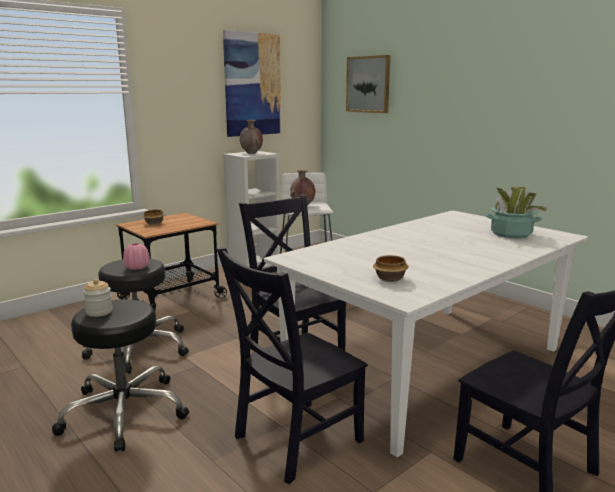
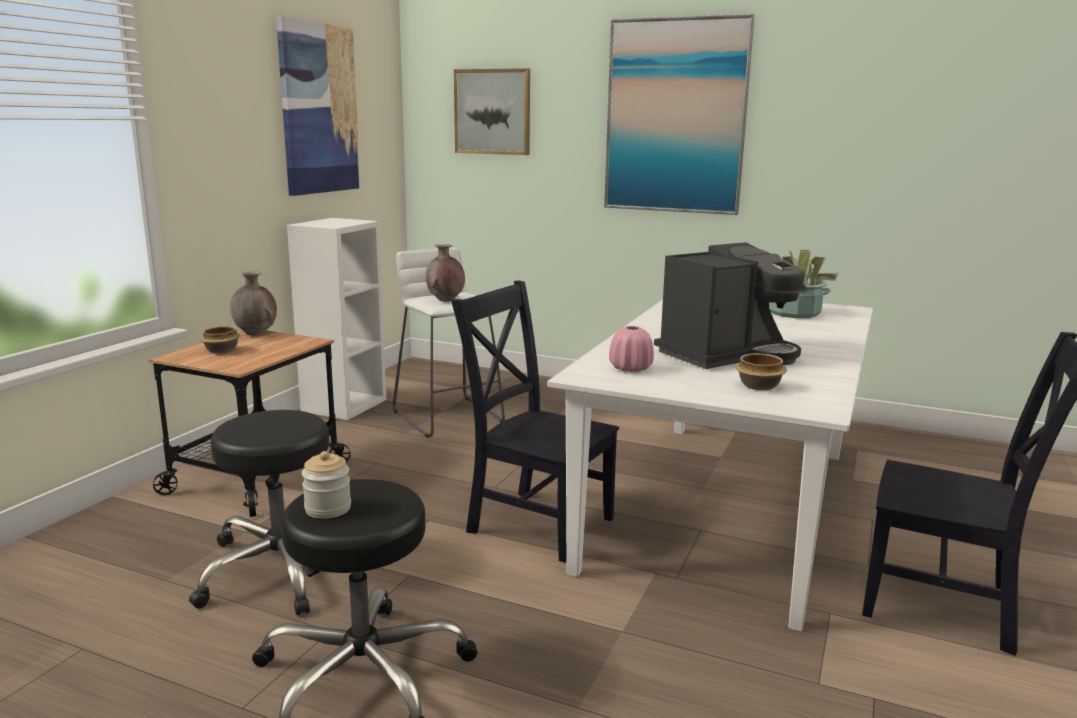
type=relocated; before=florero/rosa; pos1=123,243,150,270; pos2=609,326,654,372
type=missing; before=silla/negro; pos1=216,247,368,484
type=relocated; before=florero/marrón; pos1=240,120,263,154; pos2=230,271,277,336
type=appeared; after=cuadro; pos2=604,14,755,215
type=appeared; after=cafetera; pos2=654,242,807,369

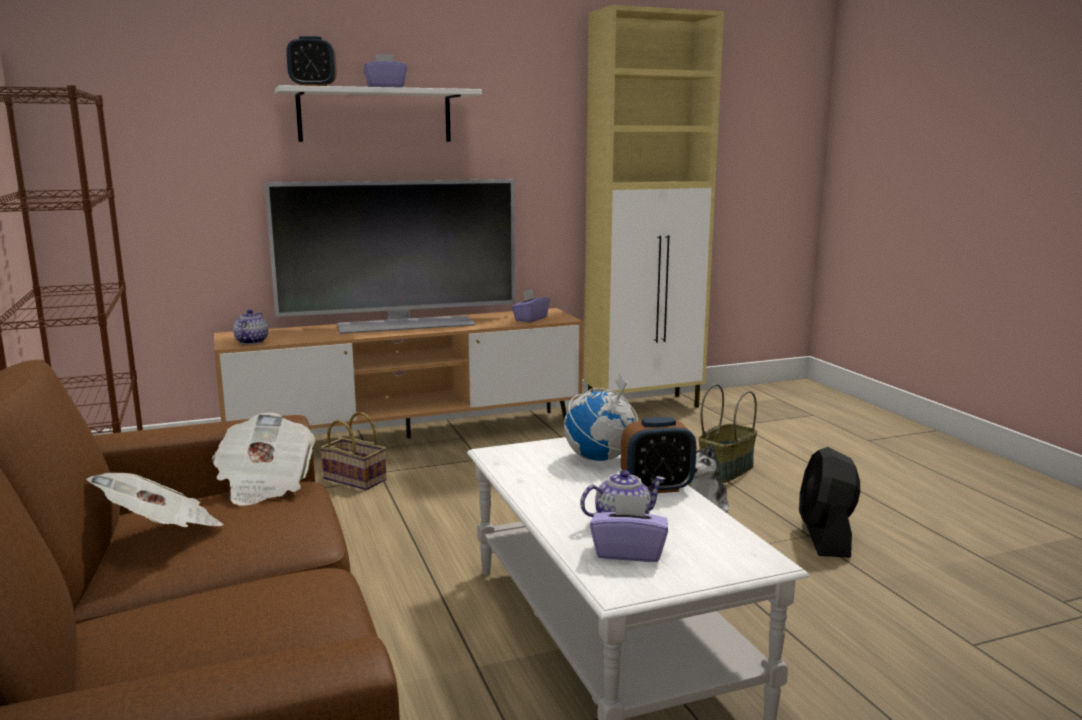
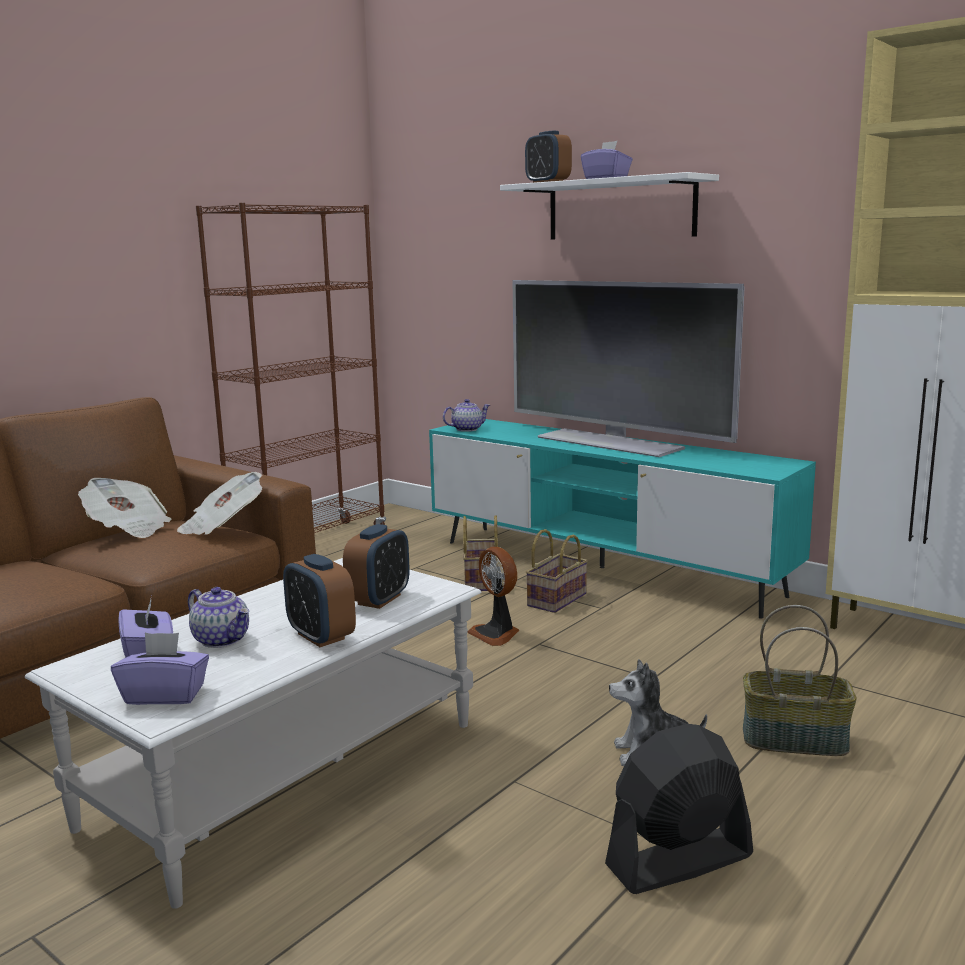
type=colour; before=mueble de televisión/marrón; after=mueble de televisión/turquesa; pos1=214,308,583,439; pos2=429,419,816,619
type=relocated; before=caja de pañuelos/morado; pos1=511,289,550,322; pos2=111,632,209,705
type=exchanged; before=globo terráqueo; after=despertador; pos1=564,373,638,461; pos2=343,524,410,609
type=appeared; after=ventilador; pos2=467,547,519,646
type=appeared; after=cesta; pos2=526,529,588,613

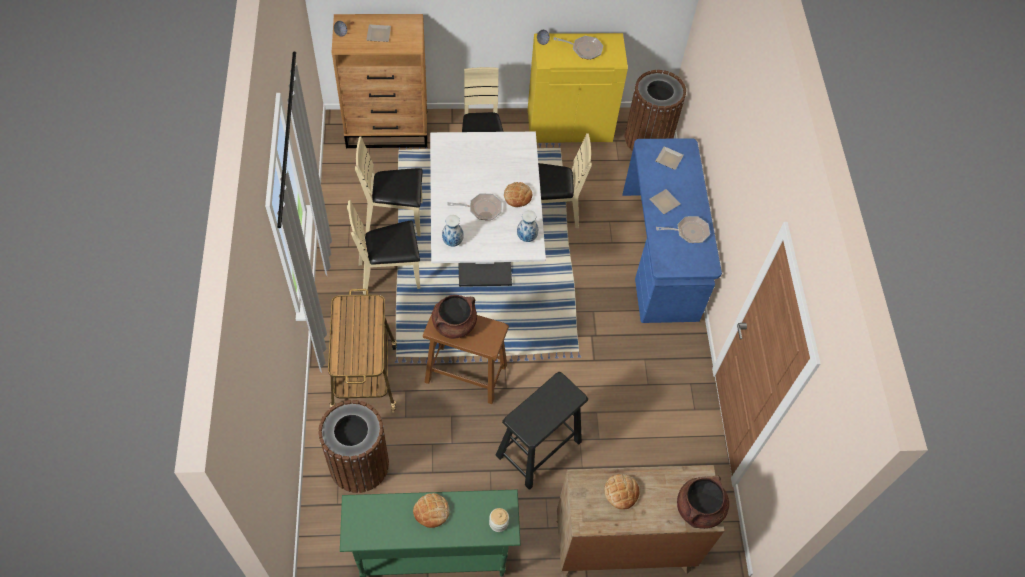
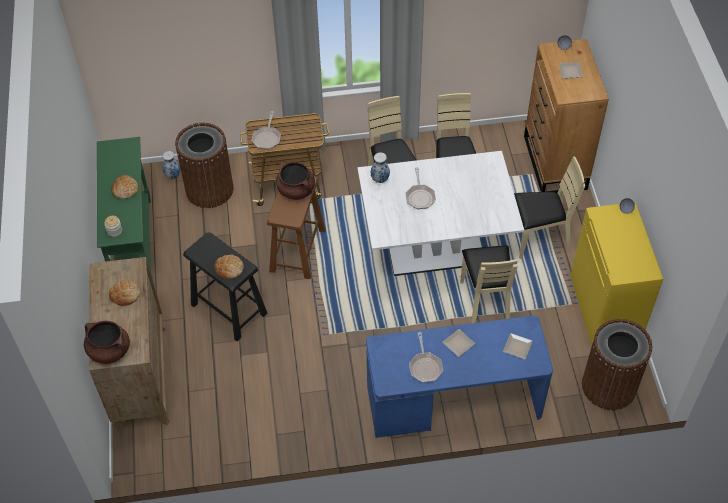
type=relocated; before=pan; pos1=504,182,532,207; pos2=214,254,244,279
type=relocated; before=florero; pos1=517,210,538,242; pos2=163,151,180,179
type=relocated; before=sartén; pos1=553,36,603,60; pos2=251,111,281,150

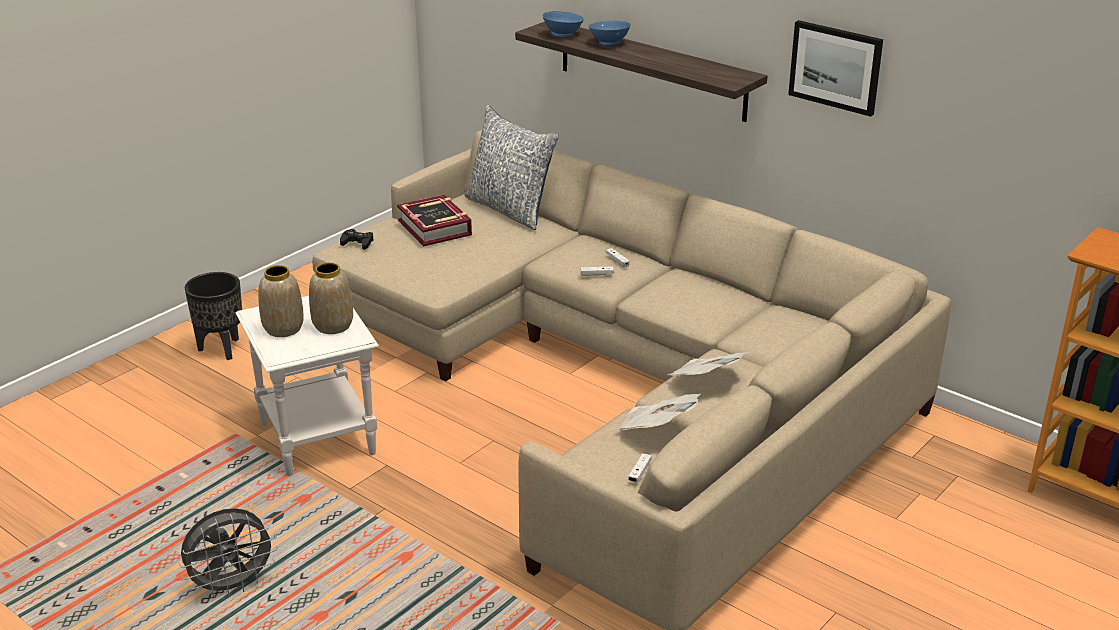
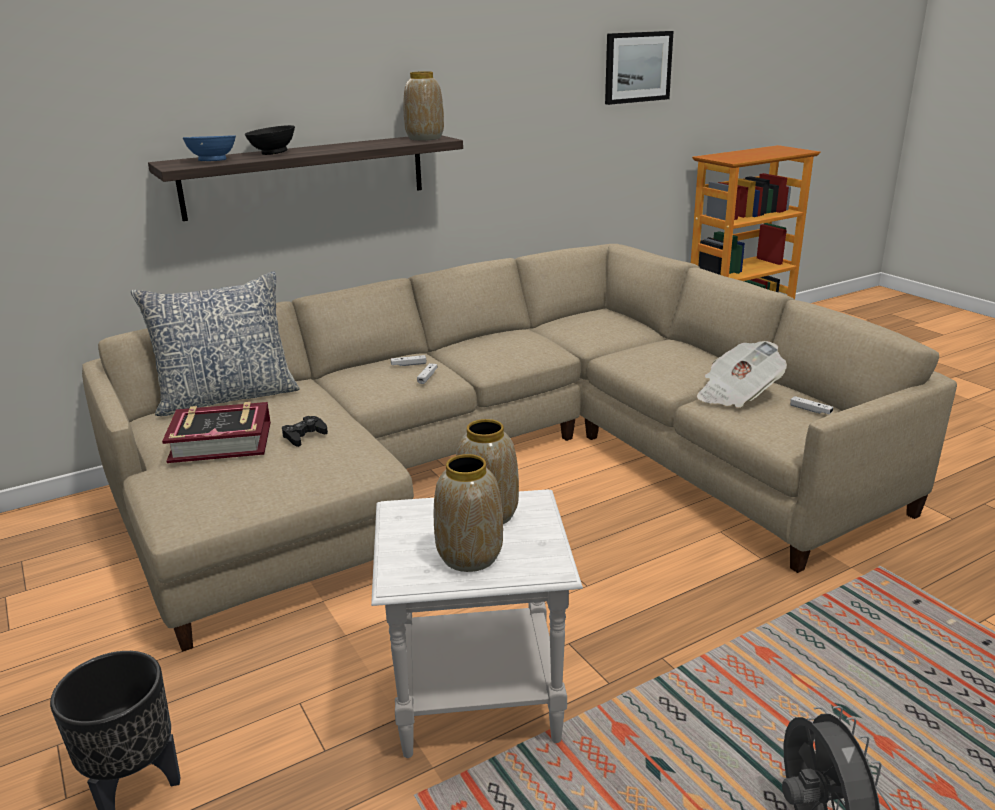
type=relocated; before=mando de consola/negro; pos1=340,229,373,250; pos2=282,416,328,447
type=colour; before=cuenco/azul; after=cuenco/negro; pos1=589,20,631,46; pos2=245,125,295,155
type=missing; before=periódico; pos1=668,352,749,376
type=relocated; before=cuadro; pos1=788,20,883,117; pos2=605,31,674,105
type=appeared; after=florero; pos2=404,71,444,141

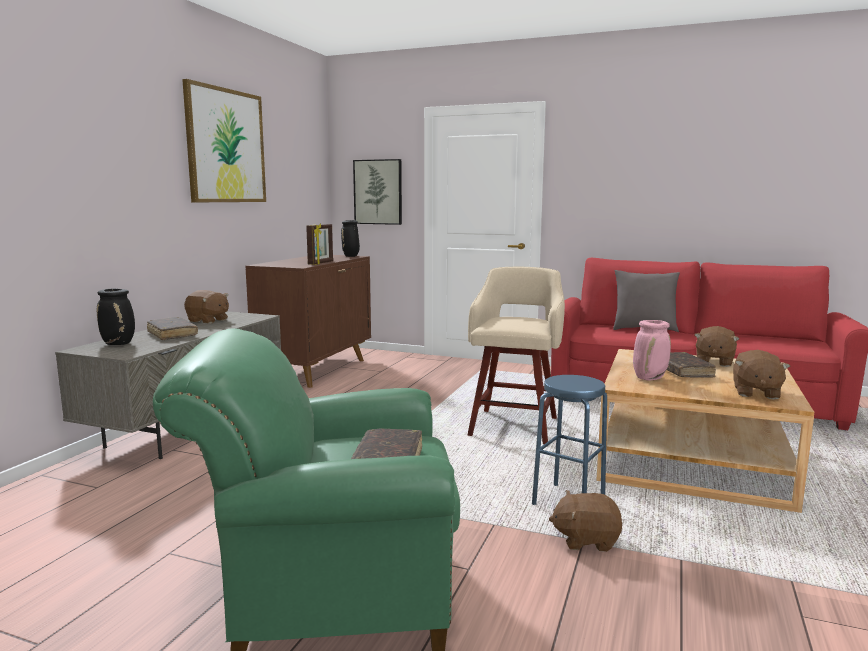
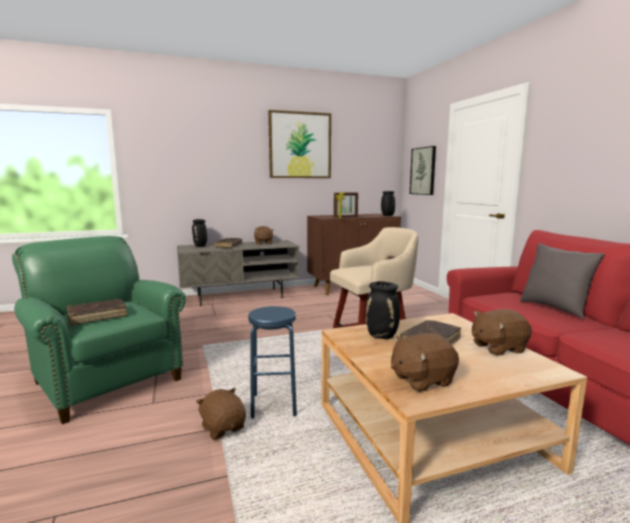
type=colour; before=florero/rosa; after=florero/negro; pos1=633,320,671,380; pos2=366,281,400,339

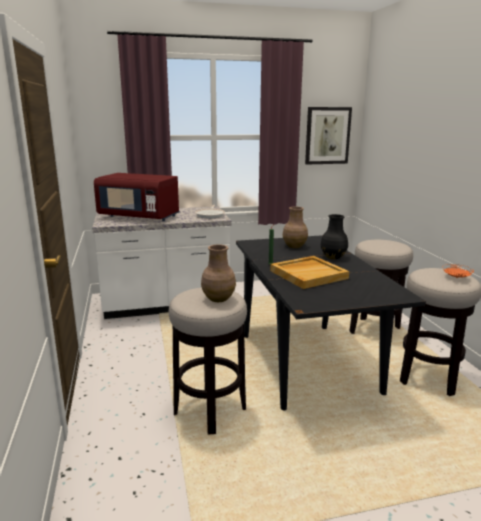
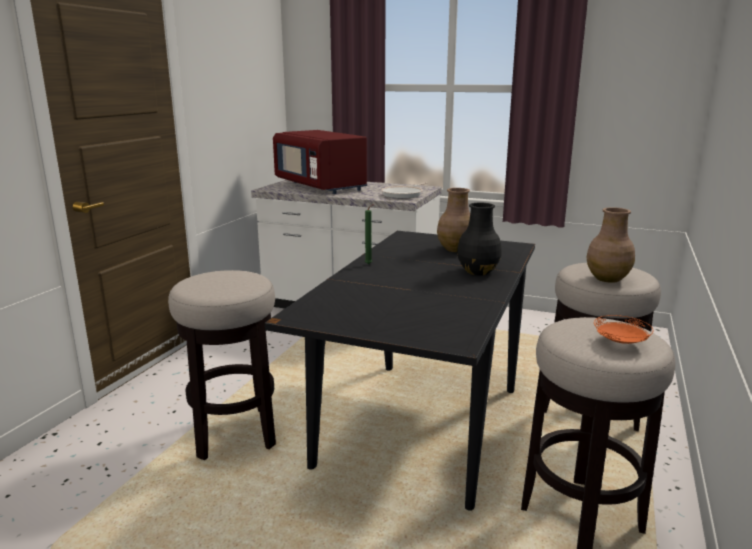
type=relocated; before=florero/marrón; pos1=201,244,236,302; pos2=587,207,635,283
type=missing; before=bandeja/beis; pos1=270,256,349,289
type=missing; before=cuadro; pos1=305,107,352,165

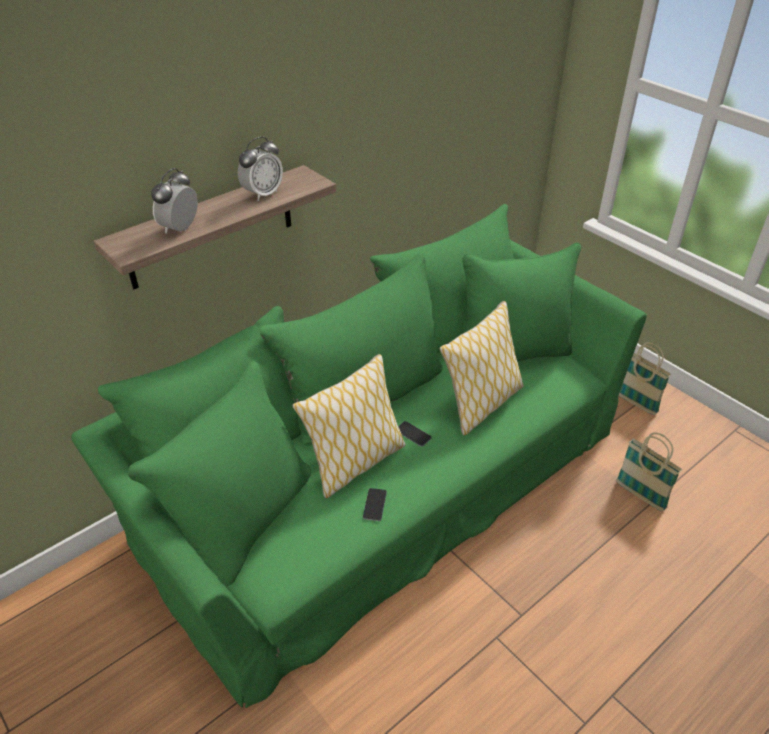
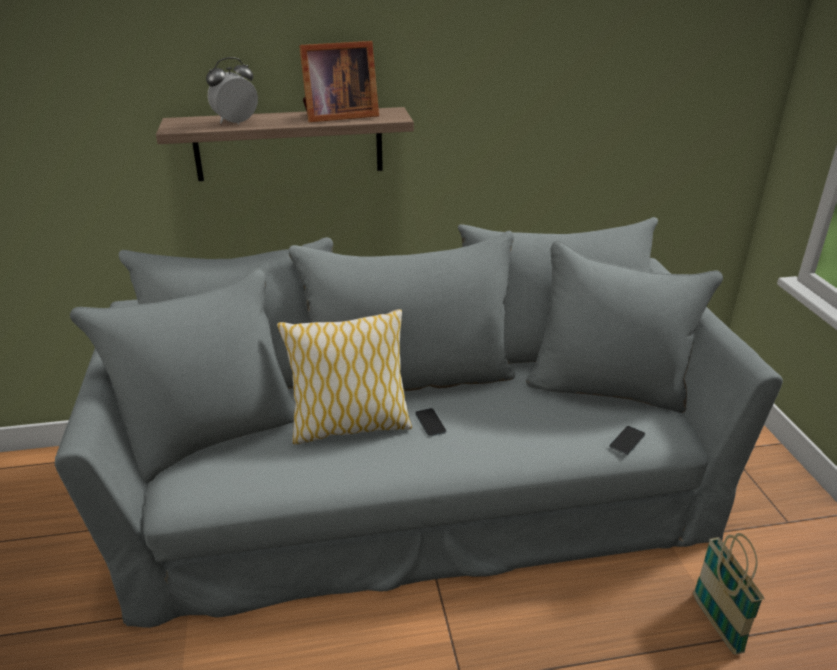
type=colour; before=sofá/verde; after=sofá/gris; pos1=71,204,647,708; pos2=55,217,783,628
type=exchanged; before=despertador; after=portarretratos; pos1=238,136,283,201; pos2=299,41,379,122
type=relocated; before=móvil; pos1=363,488,387,521; pos2=609,426,645,455
type=missing; before=cojín; pos1=440,301,524,435
type=missing; before=cesta; pos1=619,342,671,415

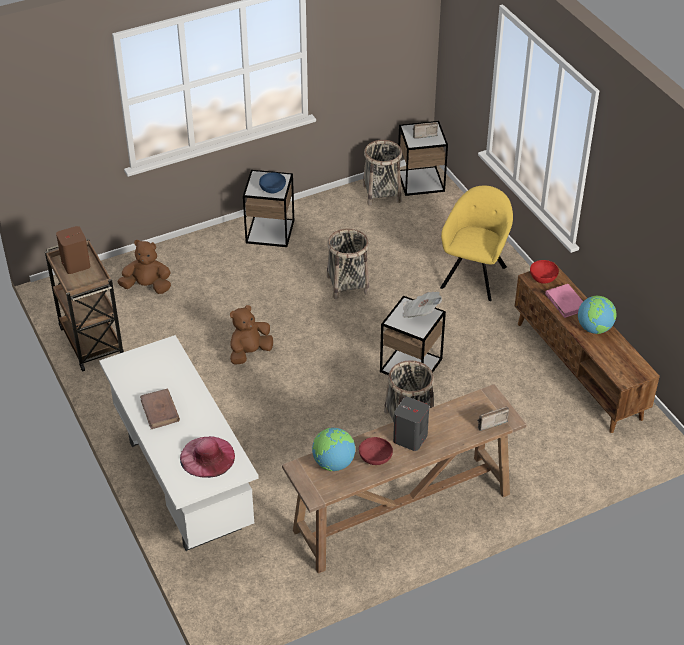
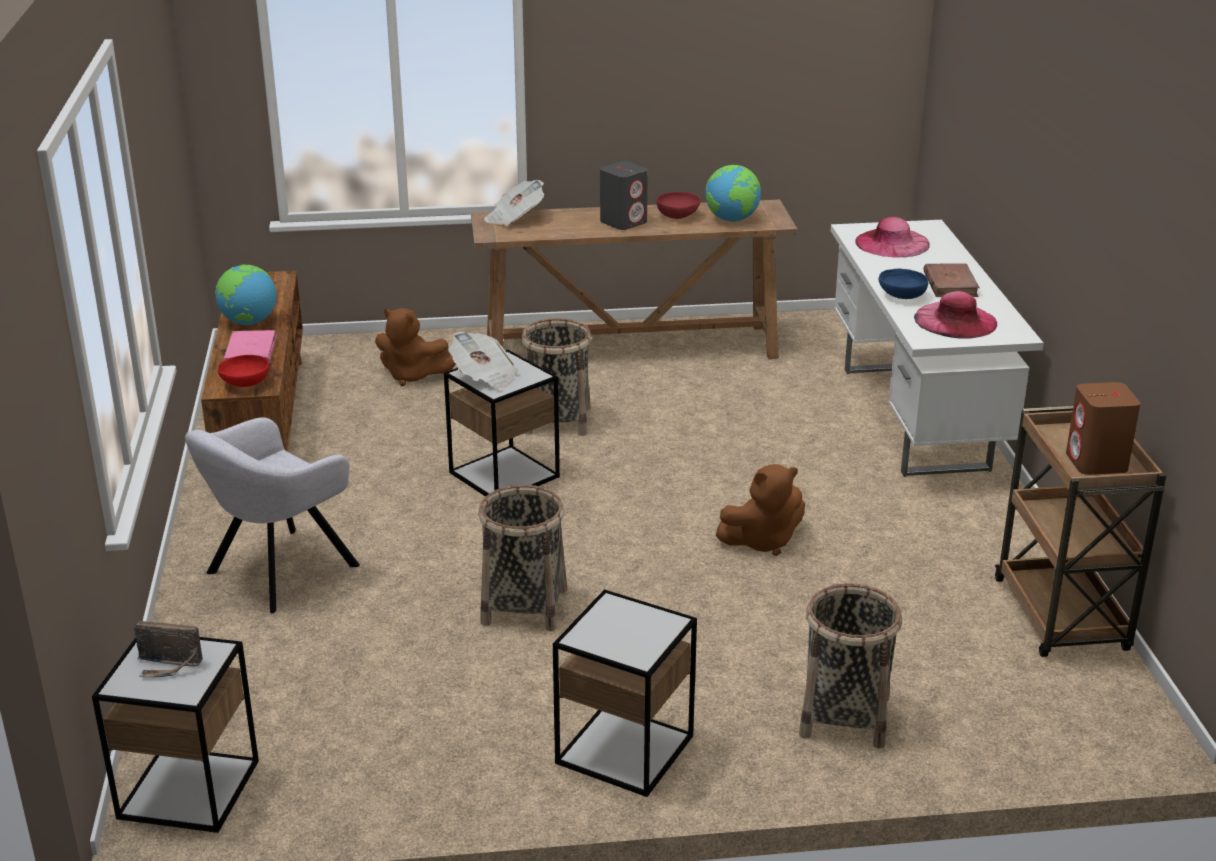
type=relocated; before=peluche/marrón; pos1=118,240,171,294; pos2=375,308,456,386
type=relocated; before=cuenco/azul; pos1=259,172,286,193; pos2=879,269,928,299
type=relocated; before=cesta; pos1=363,140,402,206; pos2=799,583,902,748
type=colour; before=sillón/amarillo; after=sillón/gris; pos1=440,186,513,301; pos2=185,417,360,613
type=exchanged; before=radio; after=periódico; pos1=477,407,509,431; pos2=484,180,544,226
type=appeared; after=sombrero/rosa; pos2=914,291,997,339

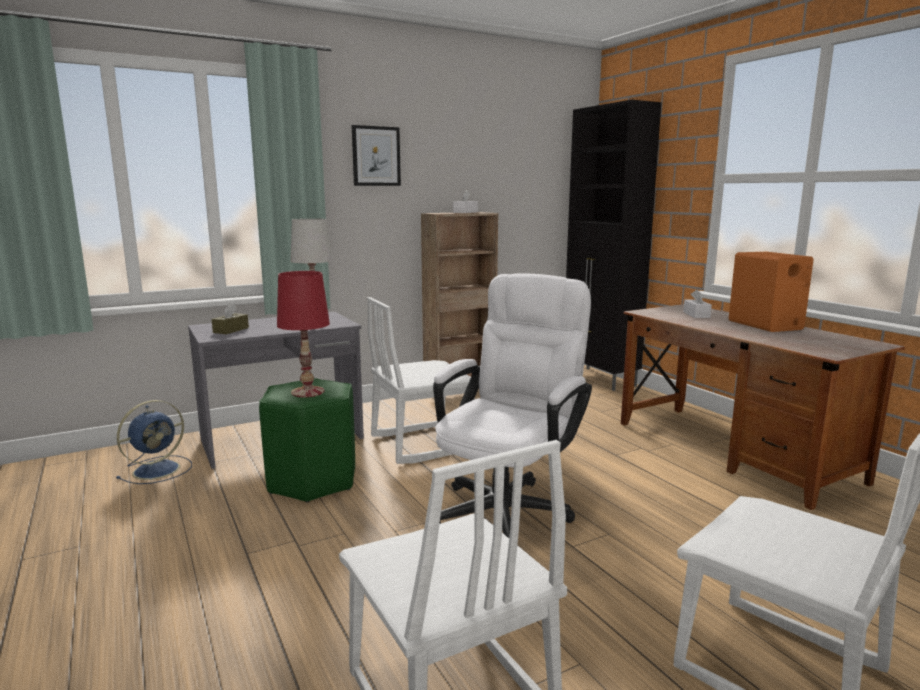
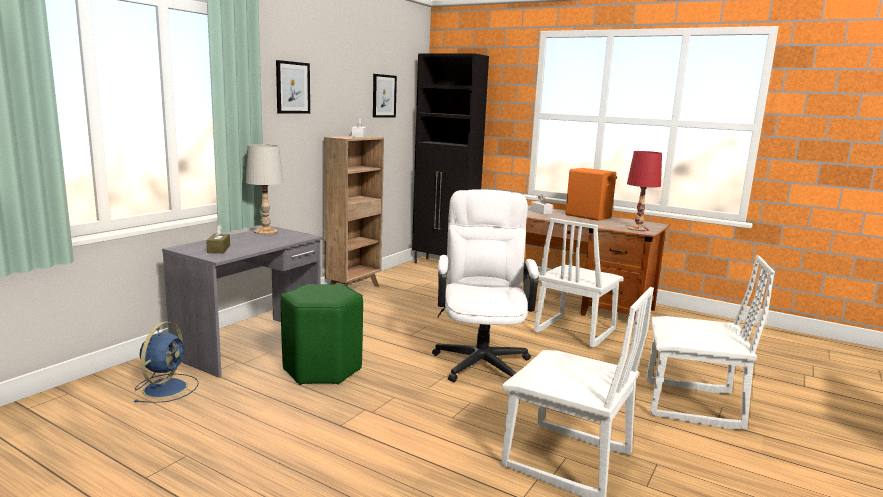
type=relocated; before=lámpara de mesa/rojo; pos1=277,271,330,397; pos2=627,151,662,231
type=relocated; before=silla/blanco; pos1=367,297,475,464; pos2=534,218,624,348
type=appeared; after=cuadro; pos2=373,74,397,117

